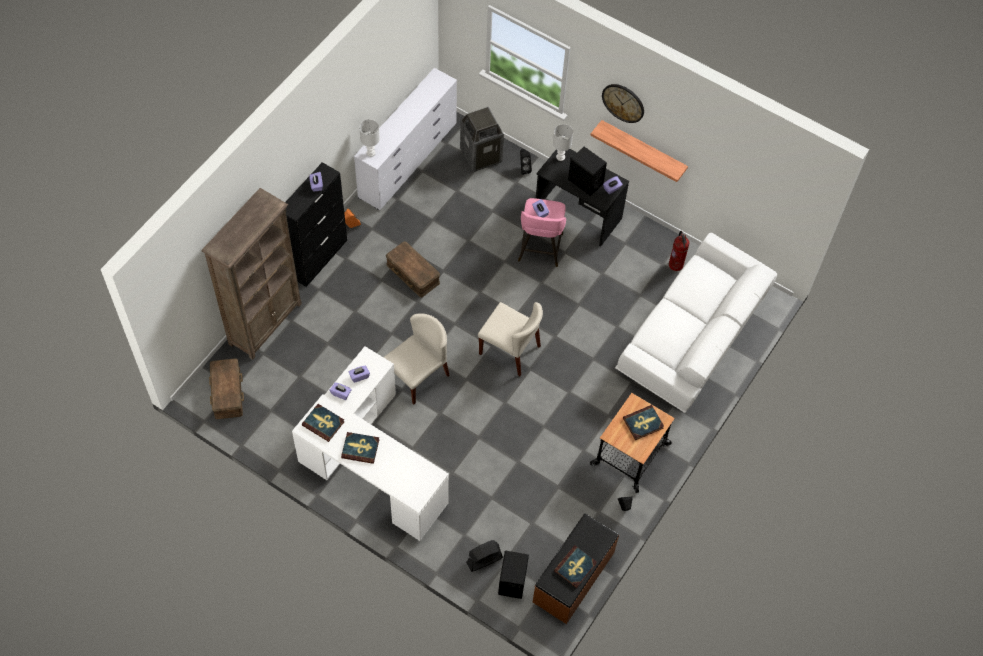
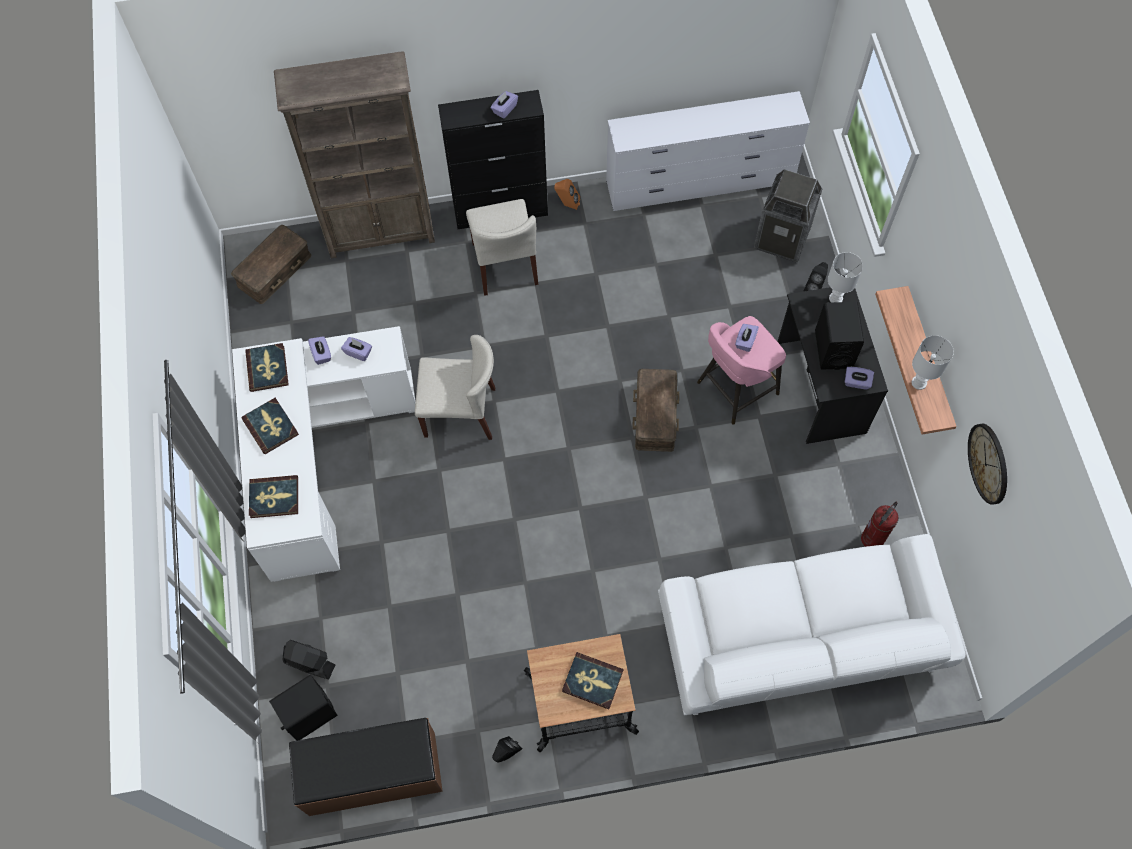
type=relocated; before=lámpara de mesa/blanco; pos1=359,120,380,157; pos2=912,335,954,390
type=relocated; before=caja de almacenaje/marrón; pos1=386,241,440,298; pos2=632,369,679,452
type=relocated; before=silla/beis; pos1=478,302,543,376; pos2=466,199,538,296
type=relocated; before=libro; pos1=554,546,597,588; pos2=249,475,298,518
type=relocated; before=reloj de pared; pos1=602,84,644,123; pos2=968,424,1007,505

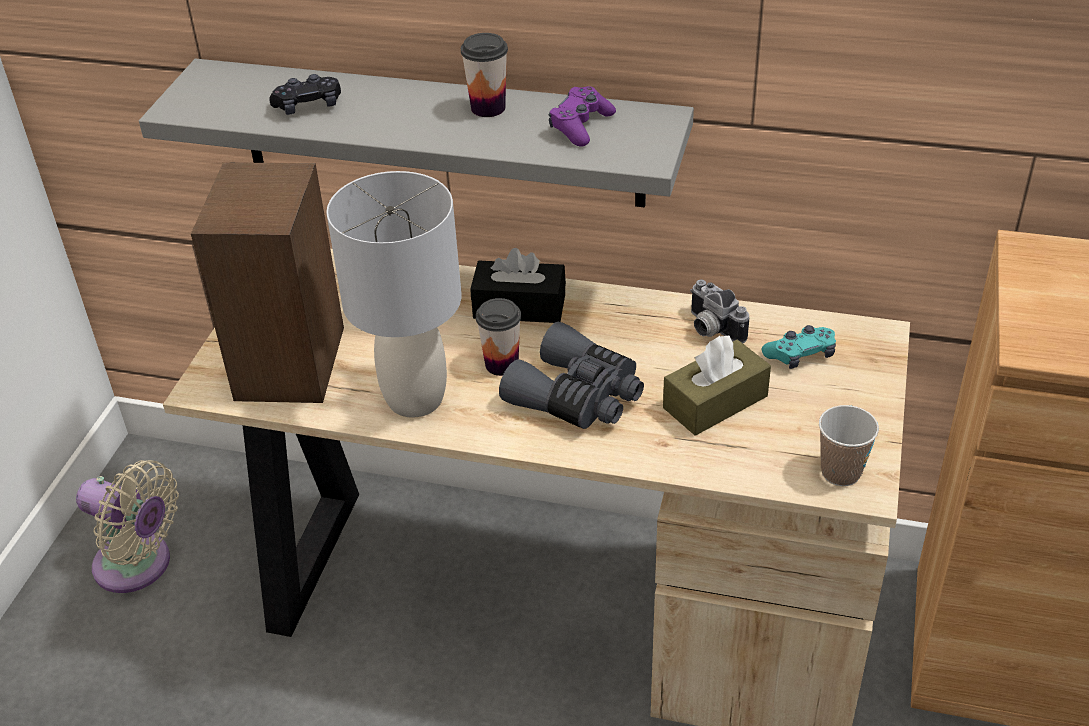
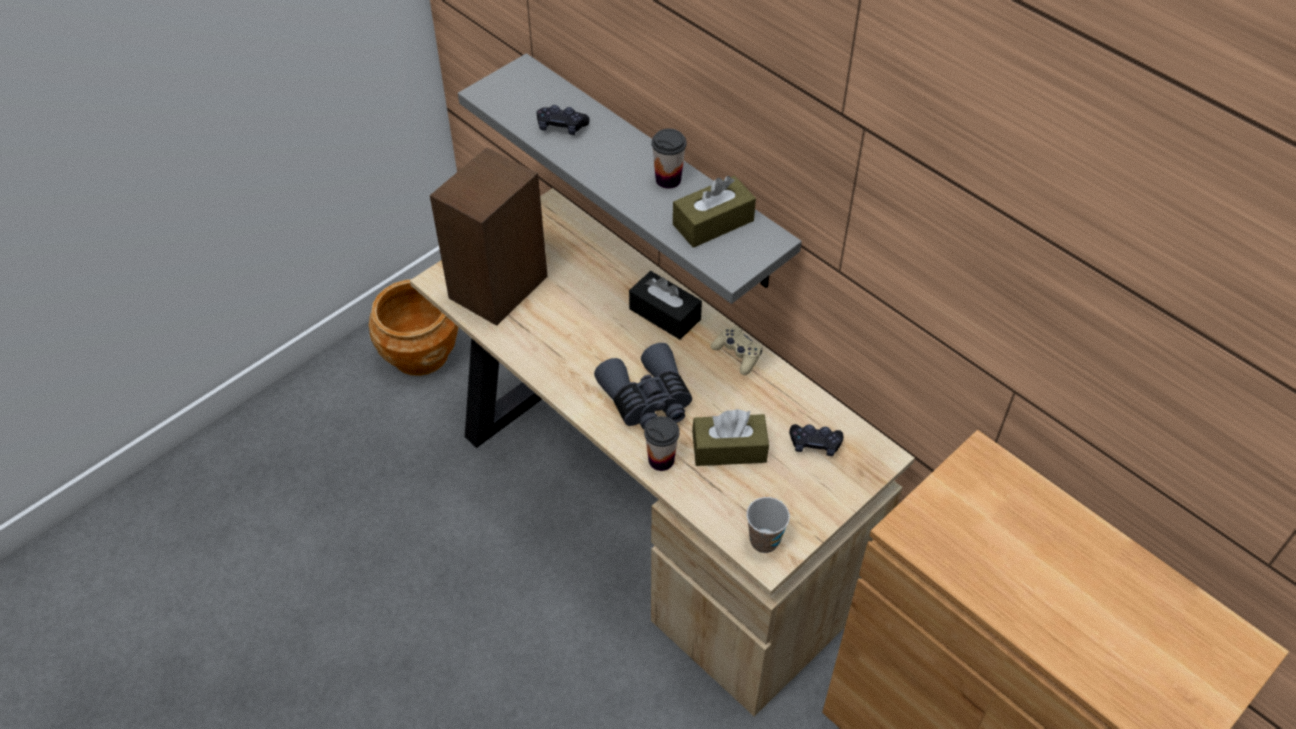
type=exchanged; before=ventilador/beis; after=maceta/marrón; pos1=76,460,179,593; pos2=369,279,459,376
type=missing; before=lámpara de mesa/gris; pos1=326,171,462,418
type=relocated; before=taza; pos1=476,298,521,376; pos2=644,416,680,471
type=exchanged; before=mando de consola/morado; after=caja de pañuelos/marrón; pos1=549,87,616,147; pos2=673,176,756,248
type=missing; before=cámara; pos1=690,280,749,343
type=colour; before=mando de consola/turquesa; after=mando de consola/negro; pos1=762,325,836,369; pos2=789,424,844,456
type=appeared; after=mando de consola/beis; pos2=711,326,762,375

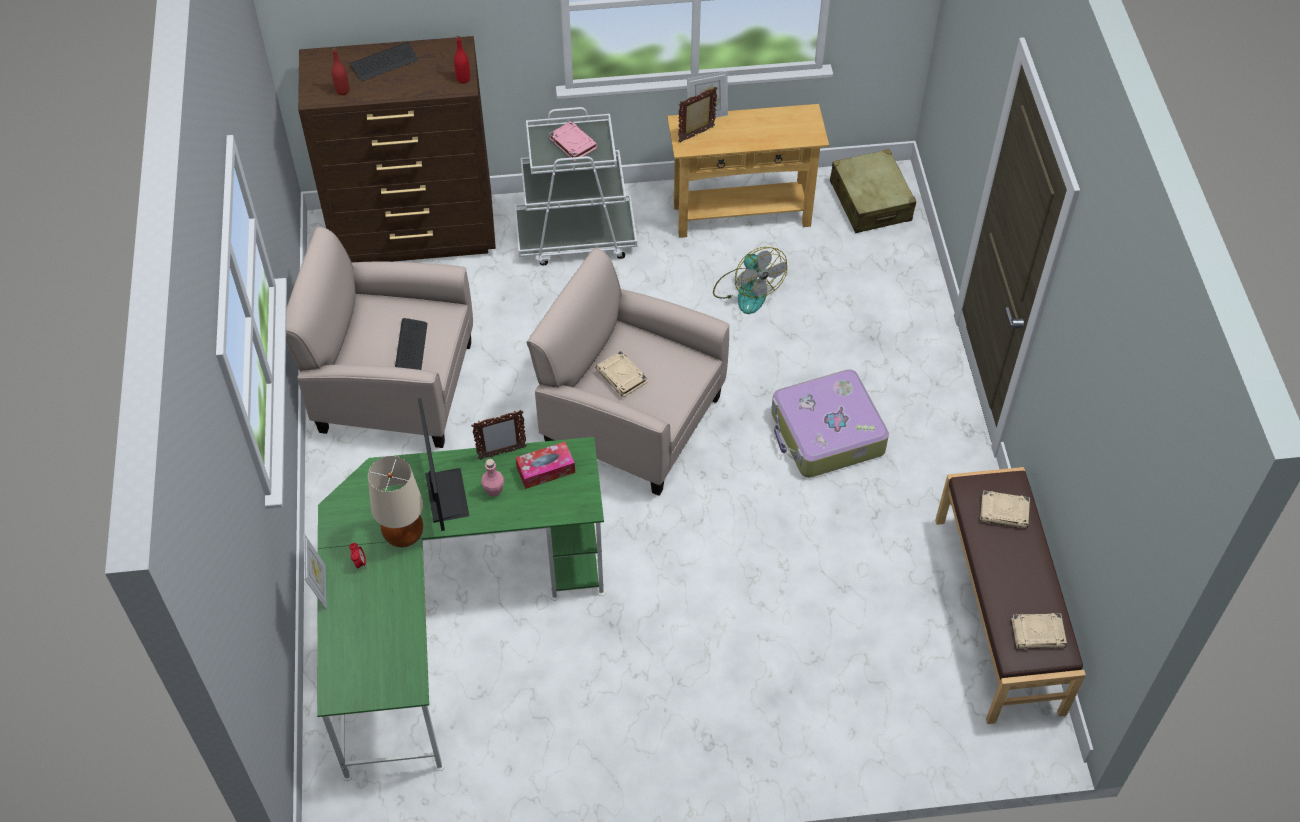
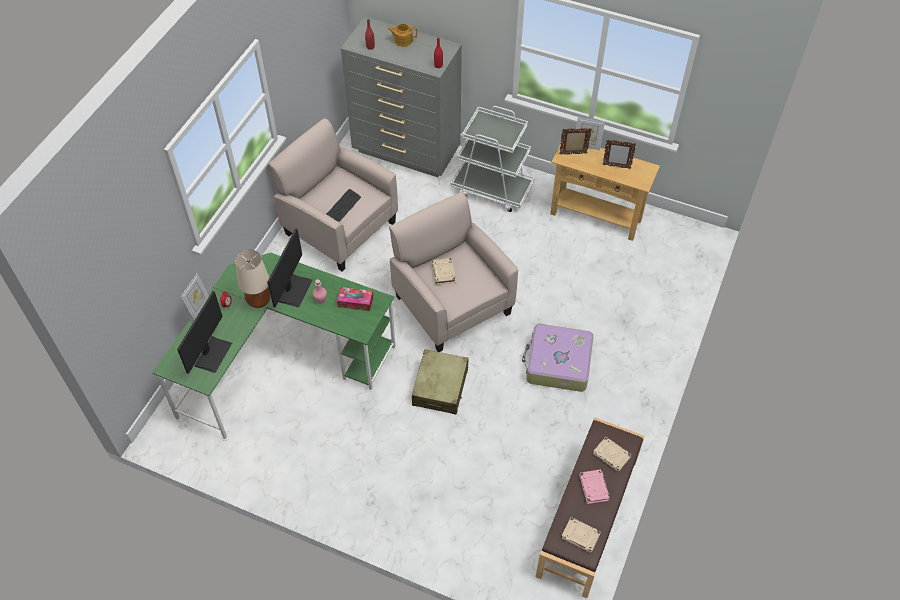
type=colour; before=cómoda/marrón; after=cómoda/gris; pos1=298,36,496,262; pos2=341,16,462,177
type=exchanged; before=teclado; after=tetera; pos1=350,42,418,81; pos2=388,23,417,47
type=relocated; before=portarretratos; pos1=471,410,527,460; pos2=603,140,636,169
type=relocated; before=libro/rosa; pos1=549,121,598,161; pos2=579,469,610,504
type=missing; before=ventilador; pos1=713,247,787,314
type=relocated; before=maleta/beis; pos1=830,149,916,233; pos2=412,349,468,415
type=appeared; after=monitor; pos2=177,291,232,374

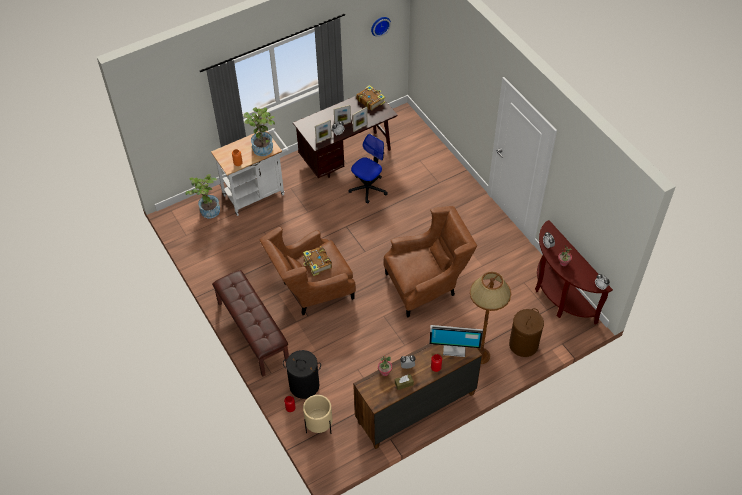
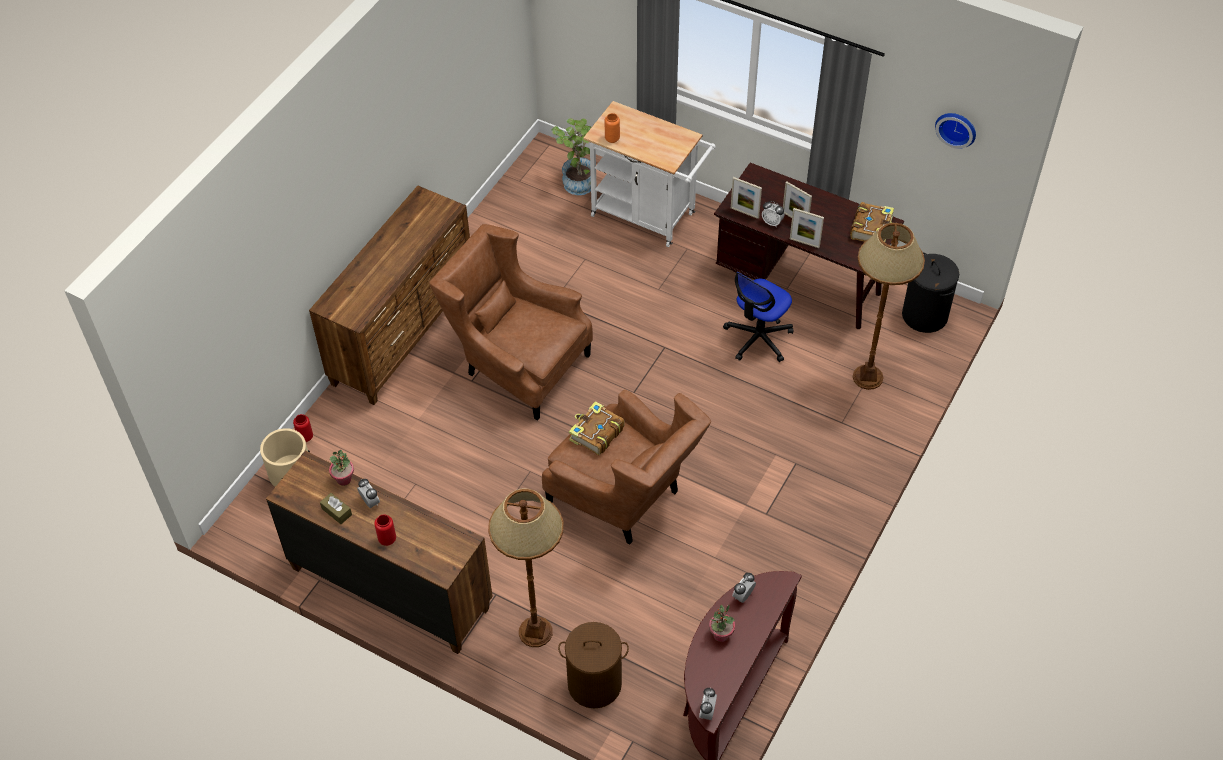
type=exchanged; before=banco/marrón; after=cómoda/marrón; pos1=212,270,289,377; pos2=309,186,470,405
type=missing; before=planta en maceta; pos1=244,107,275,156
type=relocated; before=cesto de la ropa/negro; pos1=283,350,321,399; pos2=902,253,959,333
type=relocated; before=libro; pos1=303,246,332,276; pos2=569,401,625,455
type=spun; before=silla de oficina; pos1=348,134,388,204; pos2=723,272,793,362; turn=120
type=missing; before=monitor; pos1=429,325,483,357
type=appeared; after=lámpara de pie/marrón; pos2=853,223,925,390

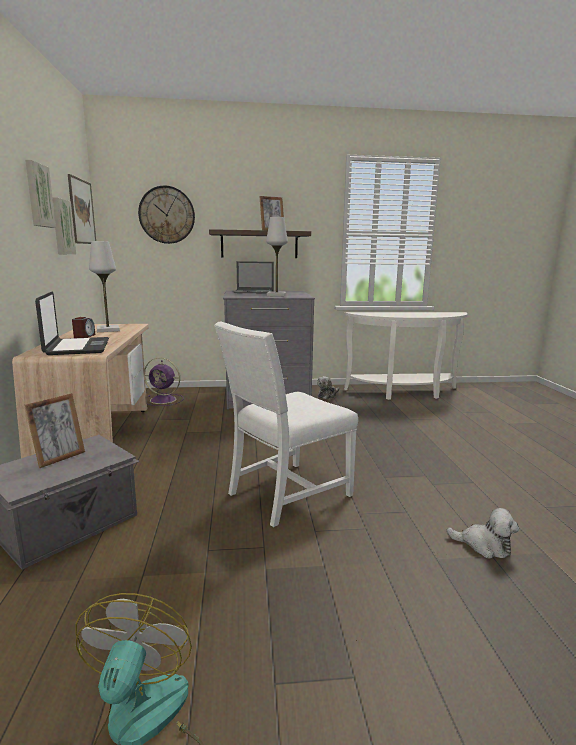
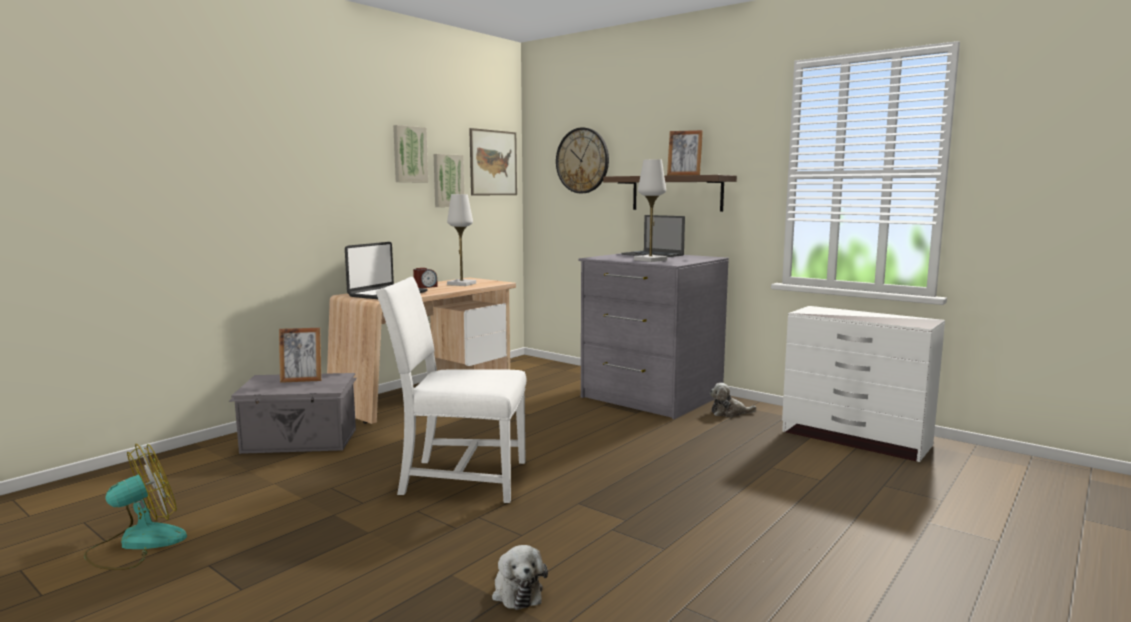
type=missing; before=ventilador/morado; pos1=144,358,184,406
type=exchanged; before=mesa consola/blanco; after=cómoda/blanco; pos1=344,312,468,400; pos2=782,306,945,462

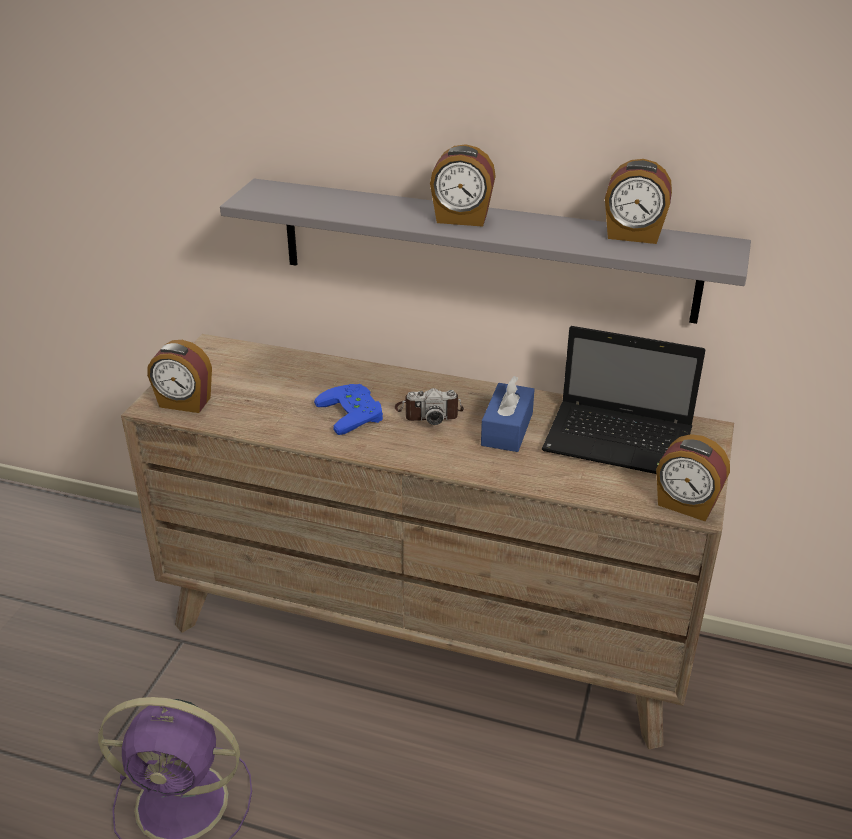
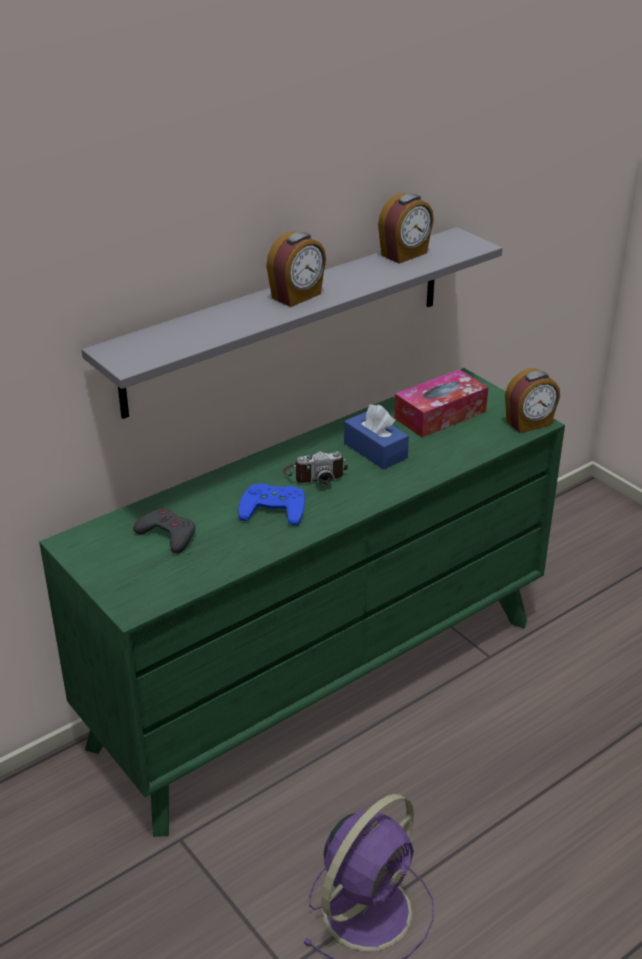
type=colour; before=cómoda/marrón; after=cómoda/verde; pos1=121,334,734,749; pos2=39,368,565,837
type=missing; before=despertador; pos1=147,340,212,413
type=spun; before=cámara; pos1=395,388,464,425; pos2=283,451,348,485; turn=45
type=exchanged; before=portátil; after=caja de pañuelos; pos1=542,326,705,474; pos2=394,369,488,438
type=appeared; after=mando de consola/gris; pos2=133,508,195,553

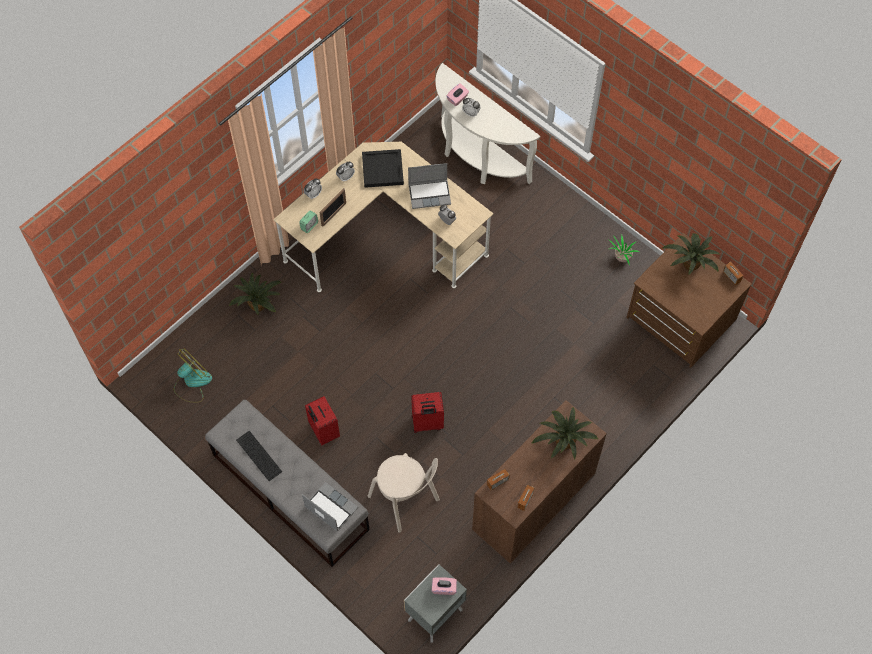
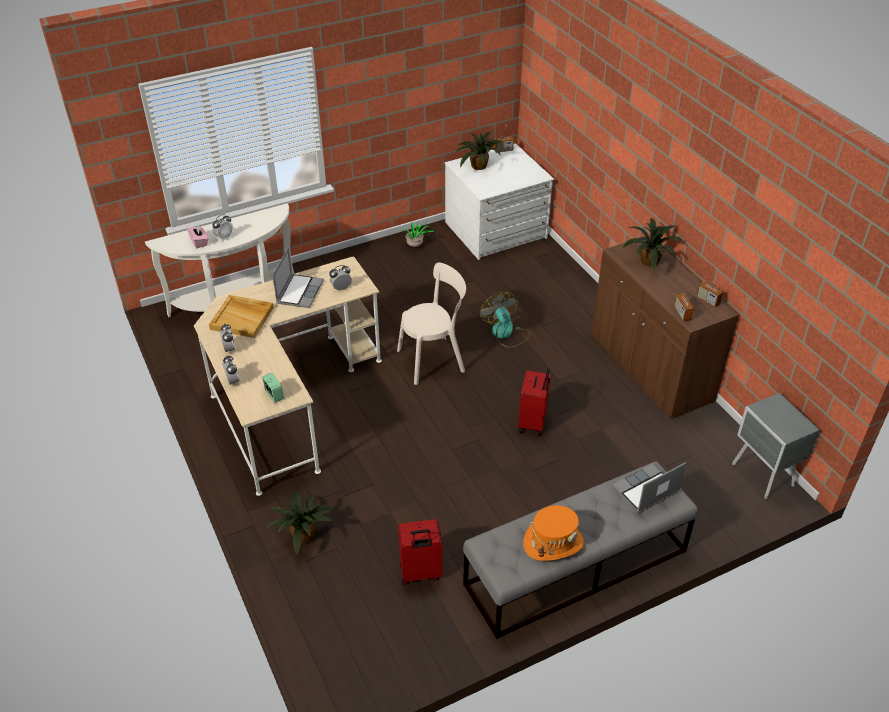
type=relocated; before=ventilador; pos1=174,348,212,403; pos2=480,292,530,348
type=exchanged; before=teclado; after=sombrero/naranja; pos1=236,431,282,481; pos2=523,505,584,561
type=relocated; before=maleta/rojo; pos1=305,396,340,446; pos2=398,519,443,585
type=missing; before=portarretratos; pos1=319,188,346,227
type=colour; before=bandeja/negro; after=bandeja/beis; pos1=362,149,404,188; pos2=209,295,274,338
type=relocated; before=silla/beis; pos1=368,453,440,533; pos2=397,263,466,385
type=missing; before=caja de pañuelos/rosa; pos1=432,577,457,595
type=colour; before=cómoda/marrón; after=cómoda/blanco; pos1=626,233,752,368; pos2=445,143,554,260

